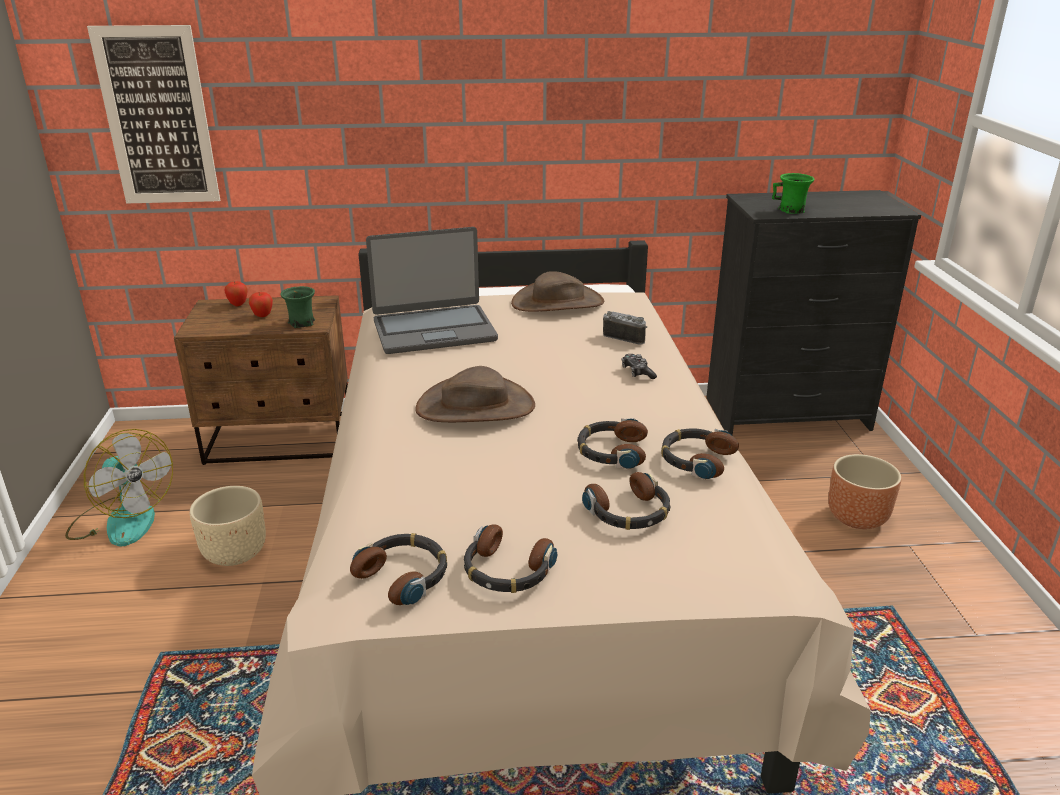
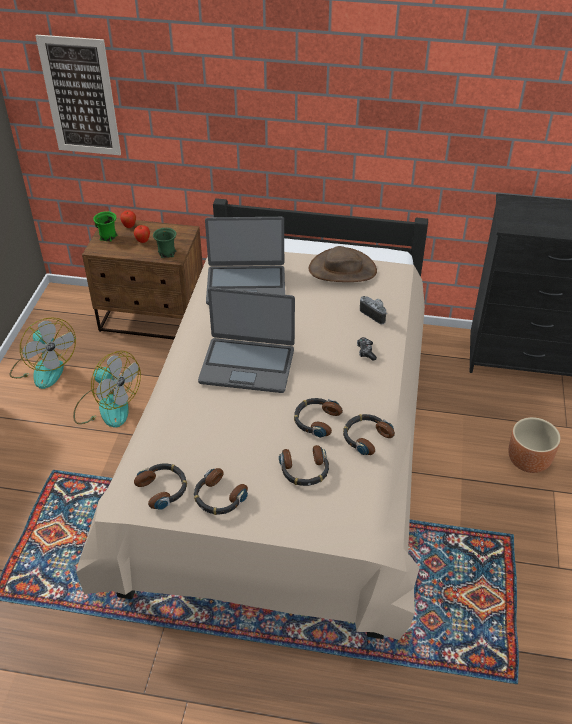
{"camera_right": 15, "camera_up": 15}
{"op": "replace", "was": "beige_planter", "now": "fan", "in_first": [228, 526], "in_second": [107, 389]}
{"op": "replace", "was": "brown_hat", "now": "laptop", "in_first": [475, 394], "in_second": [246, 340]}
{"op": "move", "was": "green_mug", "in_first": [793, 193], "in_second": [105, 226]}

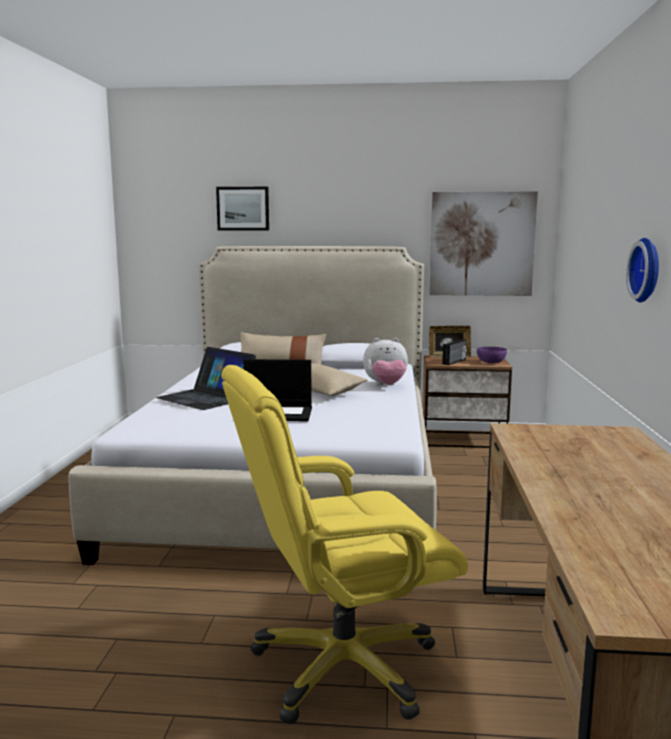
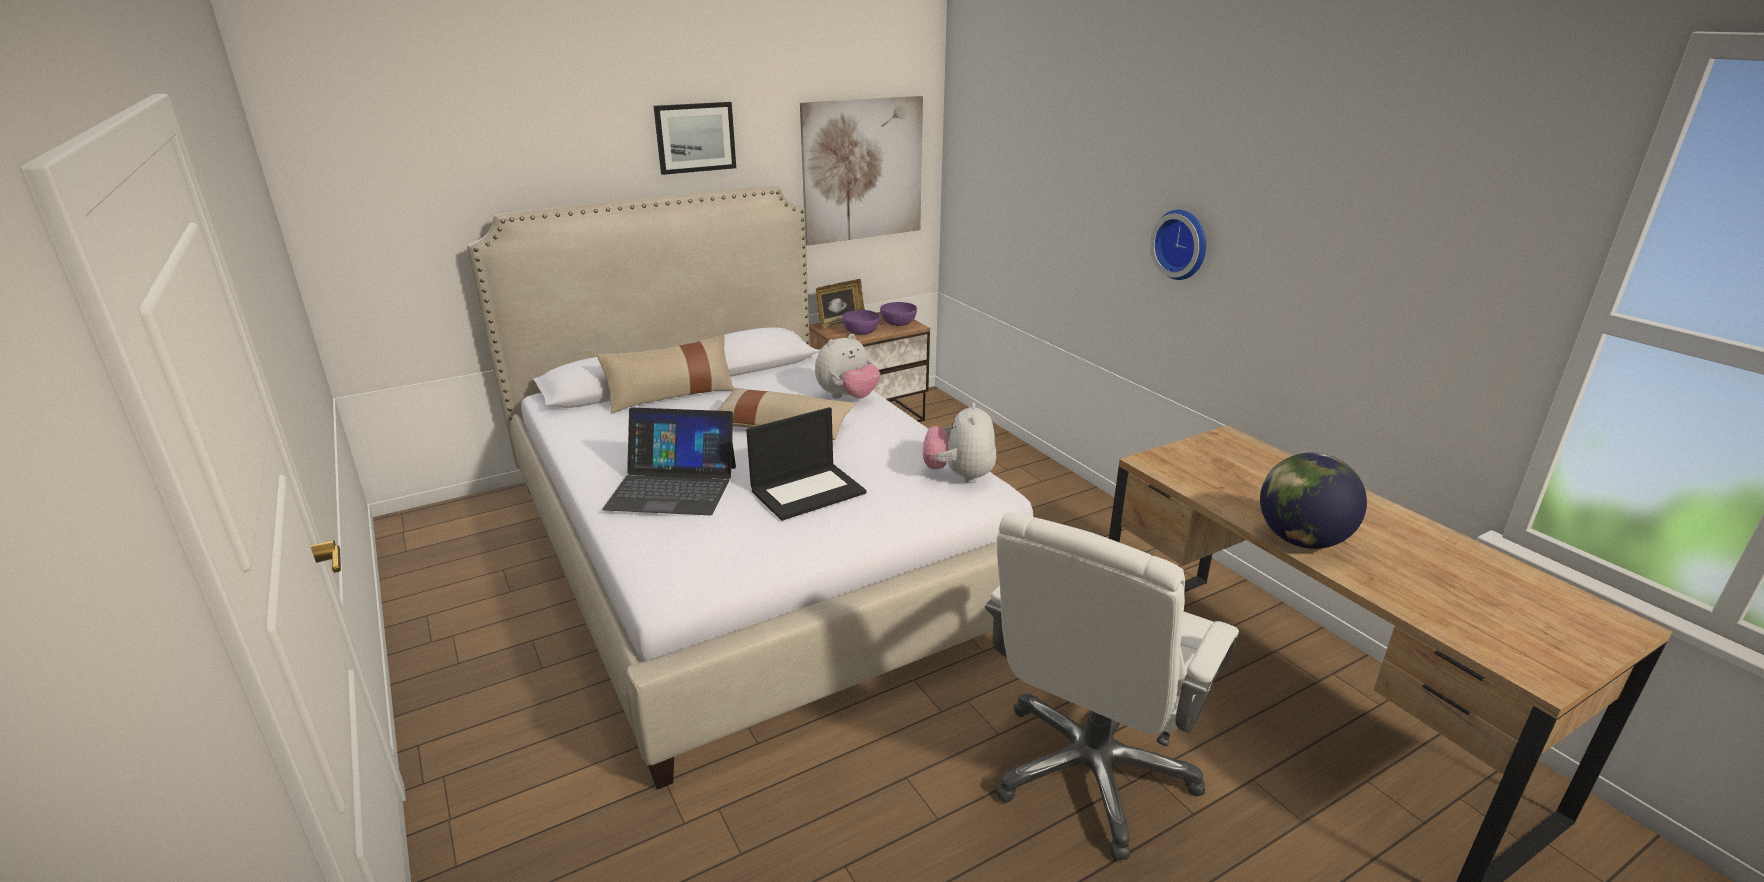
{"camera_right": -35, "camera_up": 15}
{"op": "move", "was": "picture", "in_first": [242, 209], "in_second": [695, 138]}
{"op": "recolor", "was": "yellow_office_chair", "now": "white_office_chair", "in_first": [344, 544], "in_second": [1112, 686]}
{"op": "replace", "was": "radio", "now": "purple_bowl", "in_first": [454, 352], "in_second": [861, 322]}
{"op": "insert", "now": "plush_toy", "in_second": [959, 442]}
{"op": "insert", "now": "globe", "in_second": [1313, 501]}

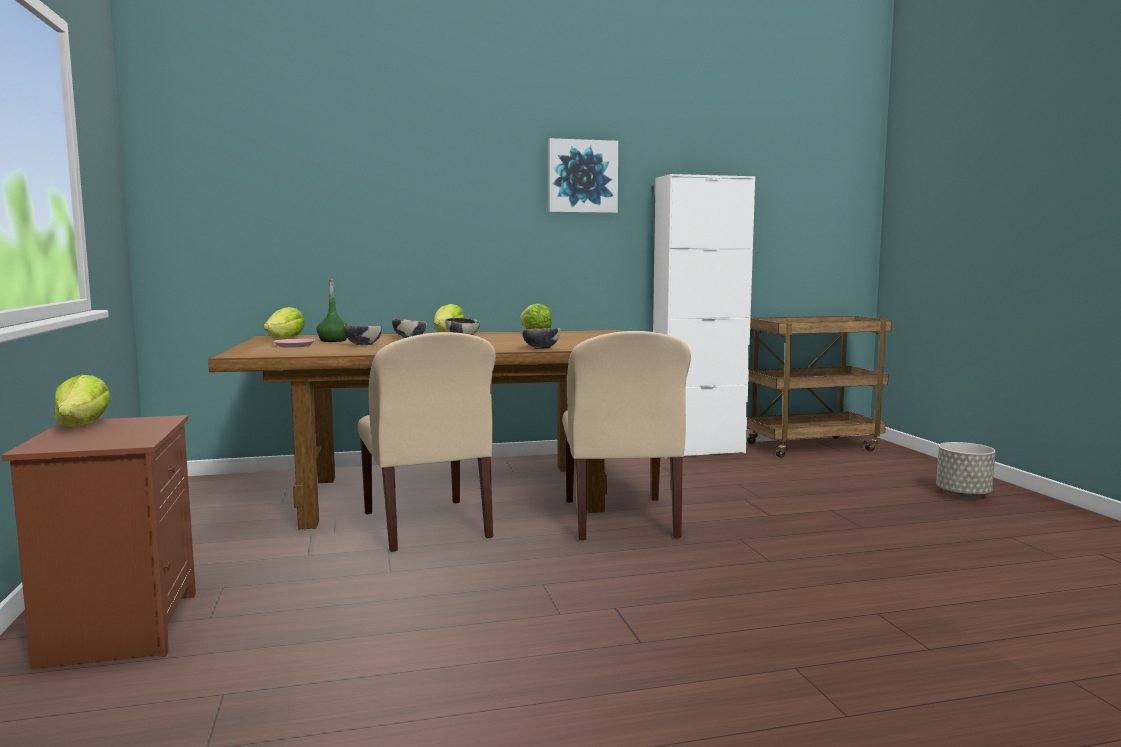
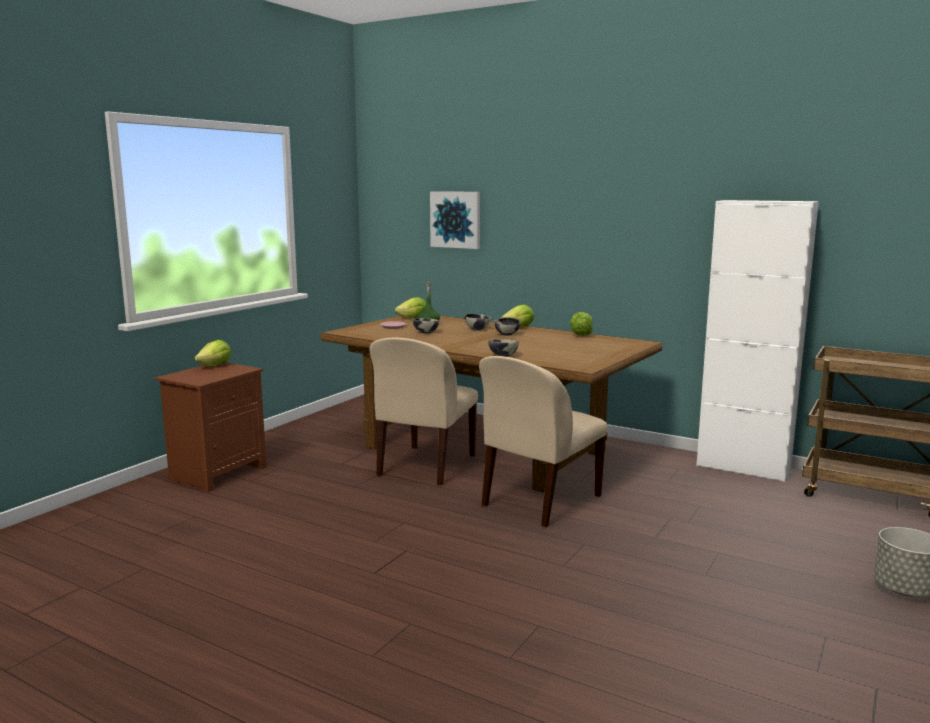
{"camera_right": 45, "camera_up": 5}
{"op": "move", "was": "picture", "in_first": [583, 175], "in_second": [455, 220]}

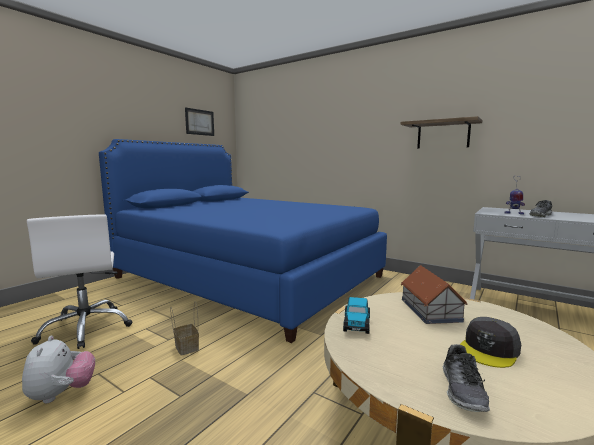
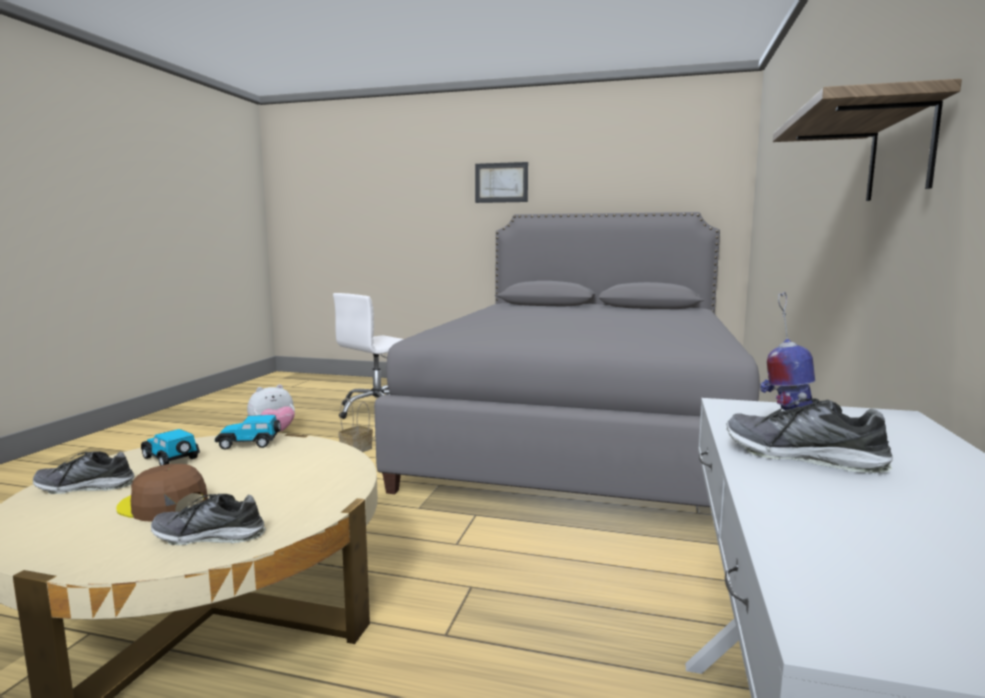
{"camera_right": 70, "camera_up": 0}
{"op": "recolor", "was": "blue_bed", "now": "grey_bed", "in_first": [243, 241], "in_second": [567, 359]}
{"op": "move", "was": "picture", "in_first": [199, 121], "in_second": [501, 182]}
{"op": "delete", "was": "toy_house", "in_first": [434, 294]}
{"op": "recolor", "was": "grey_cap", "now": "brown_cap", "in_first": [490, 342], "in_second": [162, 493]}
{"op": "insert", "now": "toy_car", "in_second": [170, 447]}
{"op": "insert", "now": "shoe", "in_second": [208, 519]}

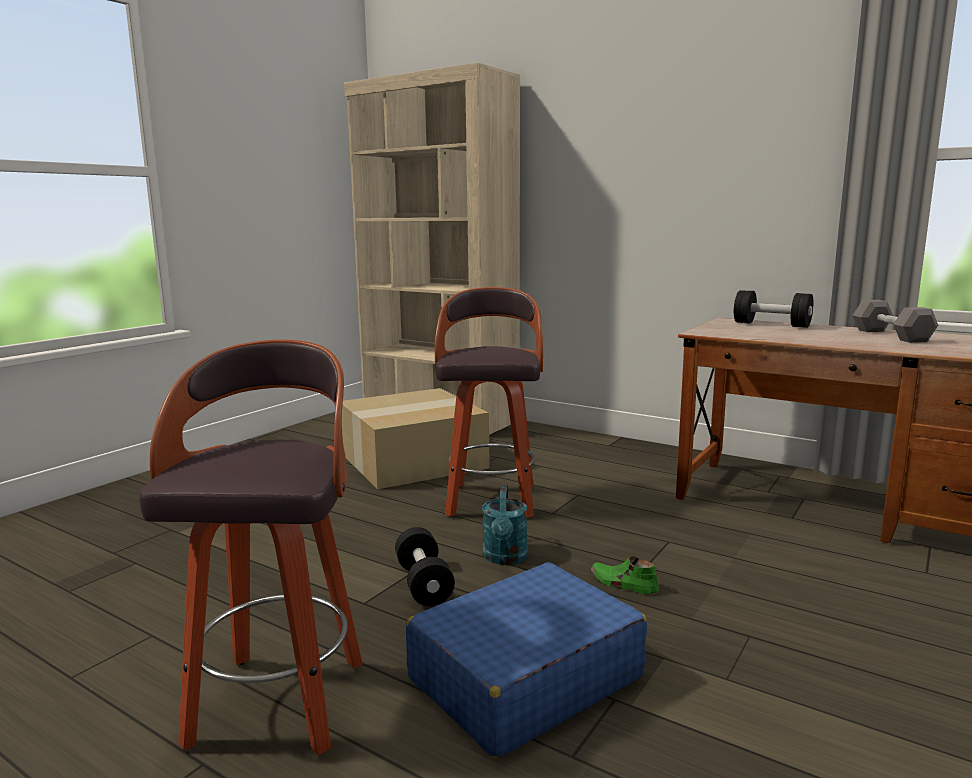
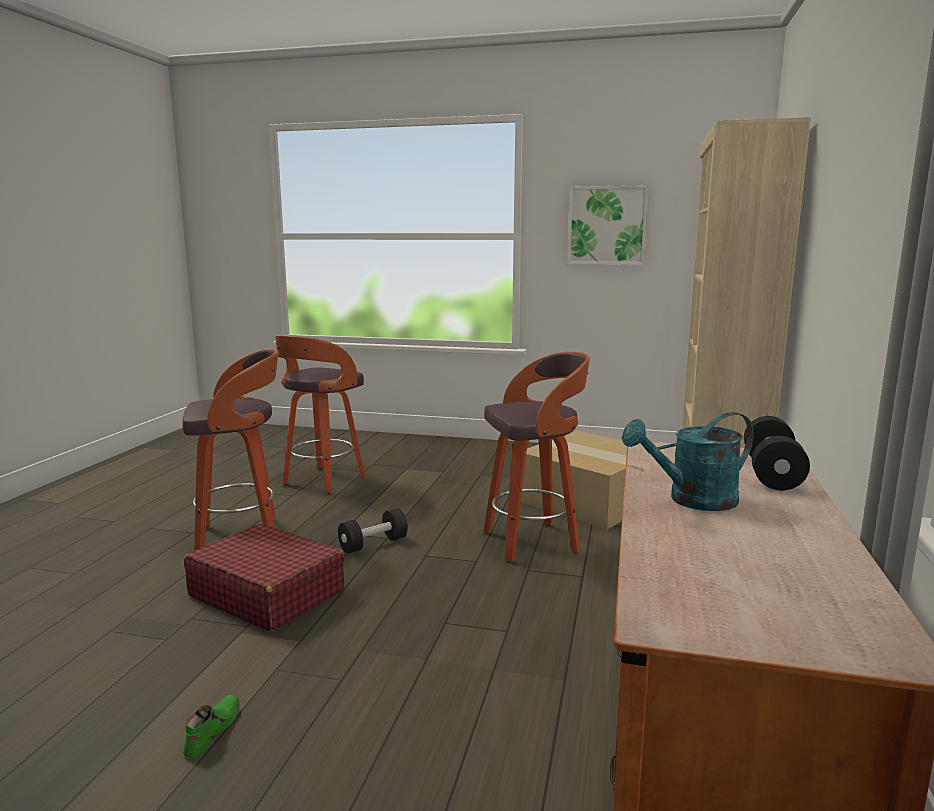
{"camera_right": 70, "camera_up": 0}
{"op": "recolor", "was": "blue_suitcase", "now": "red_suitcase", "in_first": [526, 660], "in_second": [264, 577]}
{"op": "move", "was": "turquoise_watering_can", "in_first": [505, 525], "in_second": [688, 461]}
{"op": "move", "was": "green_shoe", "in_first": [625, 575], "in_second": [211, 726]}
{"op": "delete", "was": "grey_dumbbell", "in_first": [895, 321]}
{"op": "insert", "now": "stool", "in_second": [320, 414]}
{"op": "insert", "now": "picture", "in_second": [608, 225]}

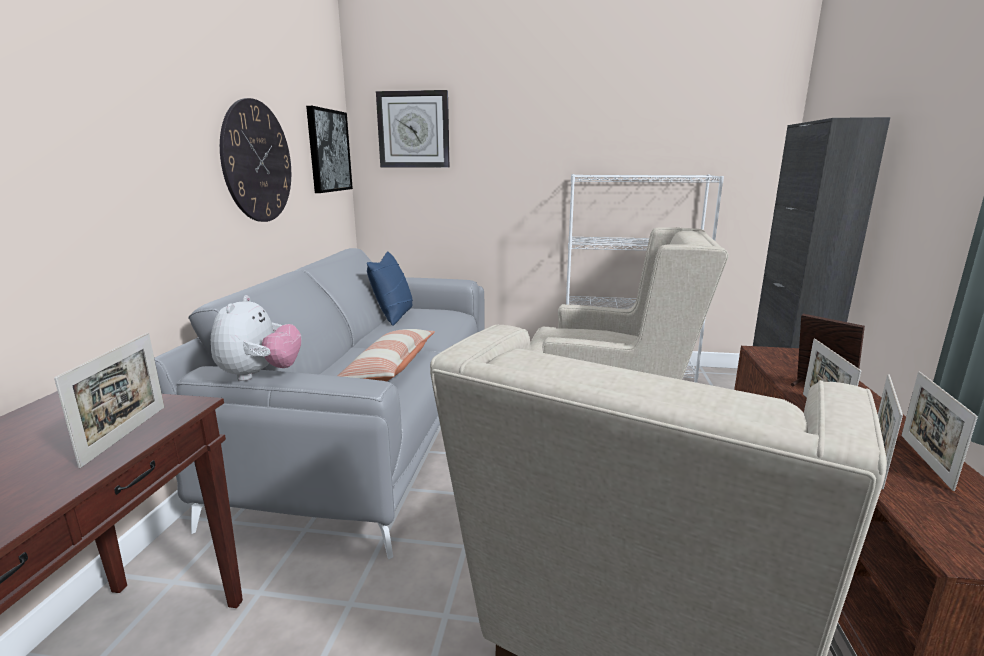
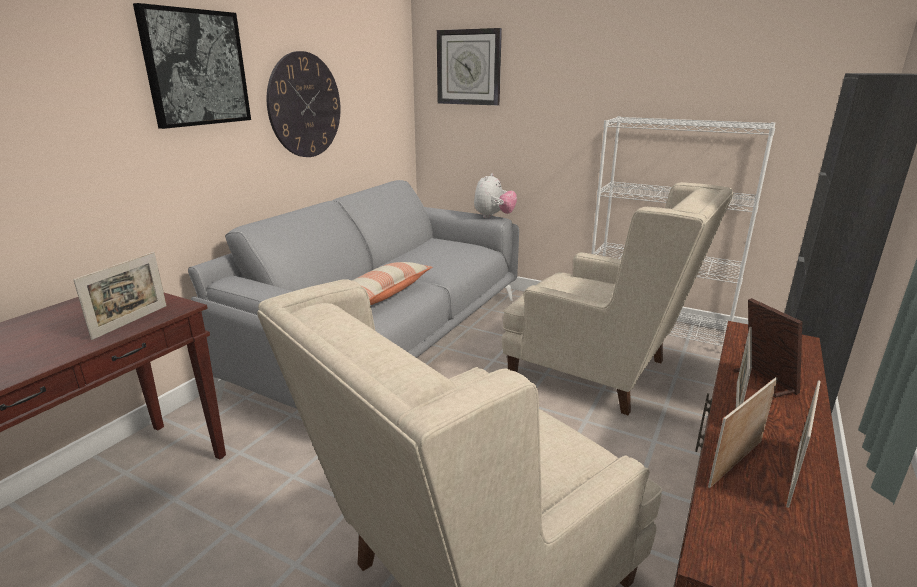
{"camera_right": 20, "camera_up": 5}
{"op": "move", "was": "plush_toy", "in_first": [256, 338], "in_second": [495, 195]}
{"op": "move", "was": "picture", "in_first": [329, 149], "in_second": [192, 66]}
{"op": "delete", "was": "blue_pillow", "in_first": [390, 288]}

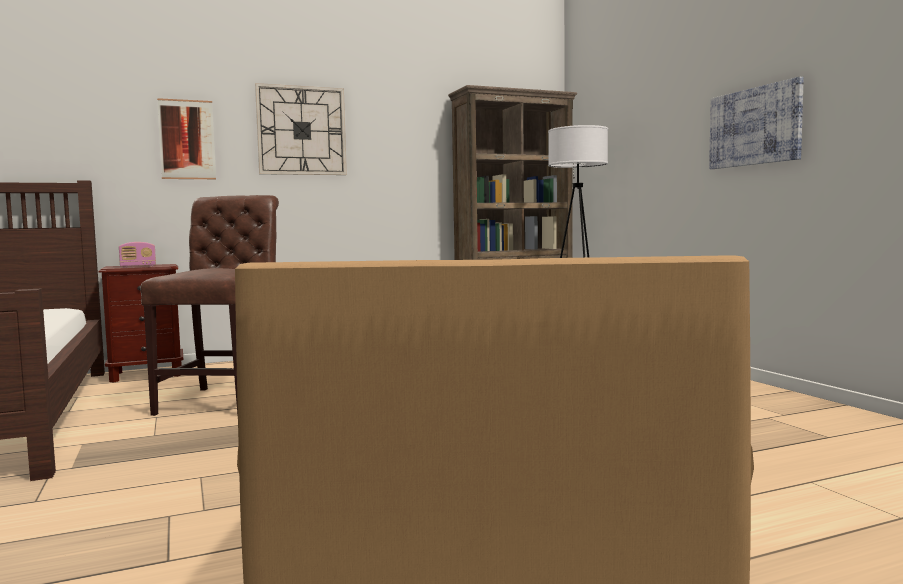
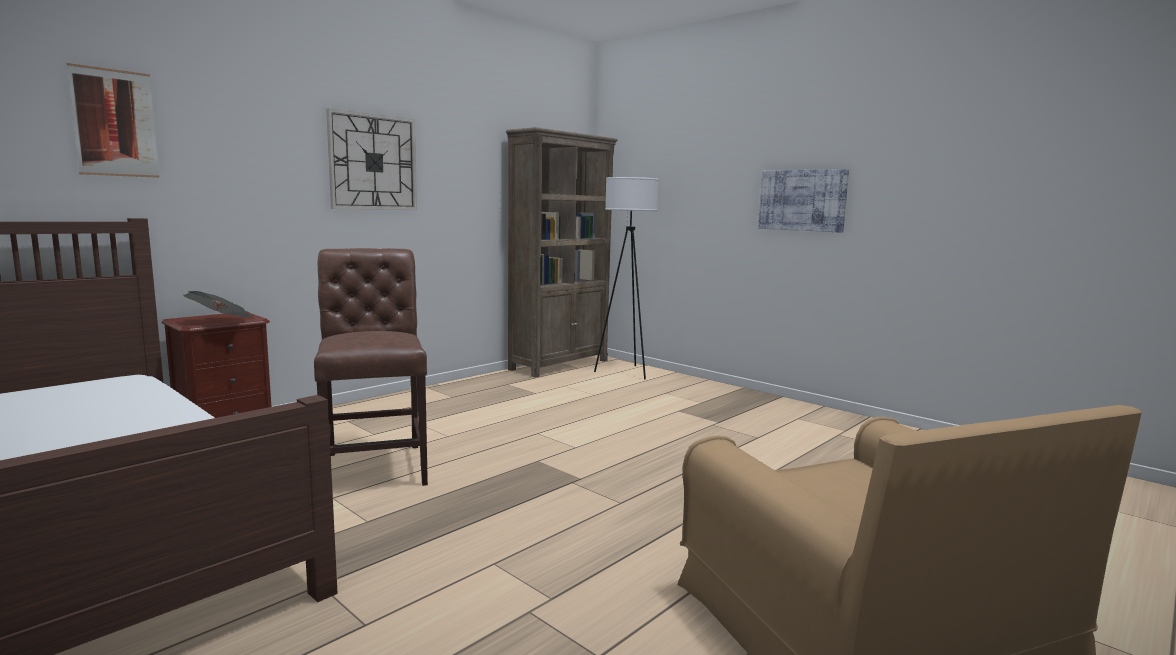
{"camera_right": -25, "camera_up": 5}
{"op": "replace", "was": "radio", "now": "newspaper", "in_first": [137, 255], "in_second": [218, 304]}
{"op": "move", "was": "picture", "in_first": [186, 138], "in_second": [113, 120]}

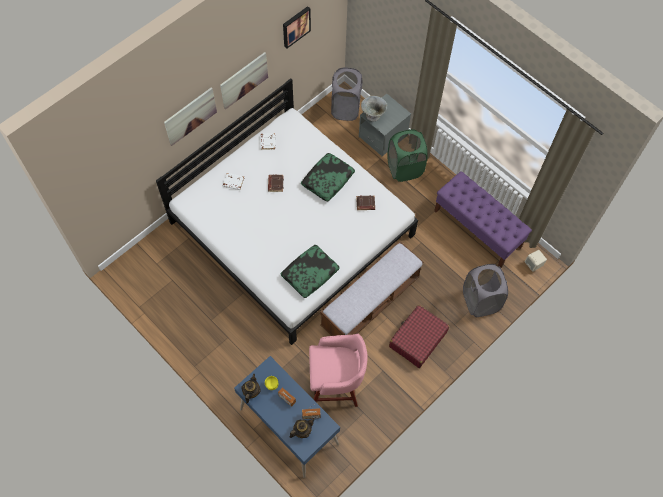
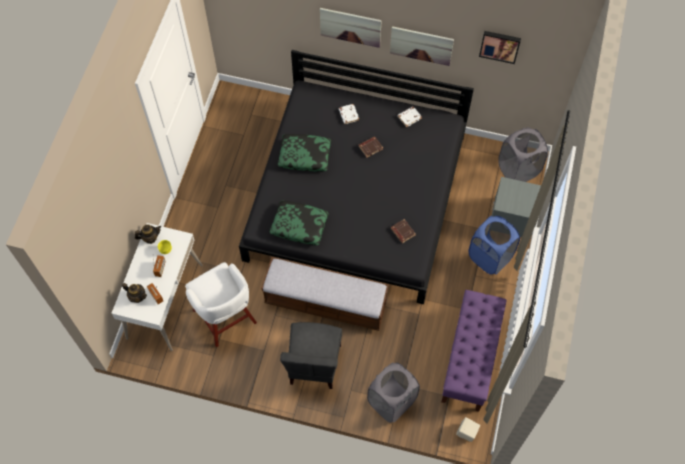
{"camera_right": 60, "camera_up": 0}
{"op": "recolor", "was": "white_bed", "now": "black_bed", "in_first": [287, 211], "in_second": [356, 177]}
{"op": "recolor", "was": "blue_desk", "now": "white_desk", "in_first": [287, 417], "in_second": [157, 287]}
{"op": "move", "was": "pillow", "in_first": [328, 177], "in_second": [304, 152]}
{"op": "recolor", "was": "pink_stool", "now": "white_stool", "in_first": [338, 370], "in_second": [221, 304]}
{"op": "delete", "was": "grey_bowl", "in_first": [374, 108]}
{"op": "recolor", "was": "green_laundry_basket", "now": "blue_laundry_basket", "in_first": [407, 155], "in_second": [494, 245]}
{"op": "replace", "was": "red_suitcase", "now": "grey_chair", "in_first": [419, 336], "in_second": [311, 355]}

